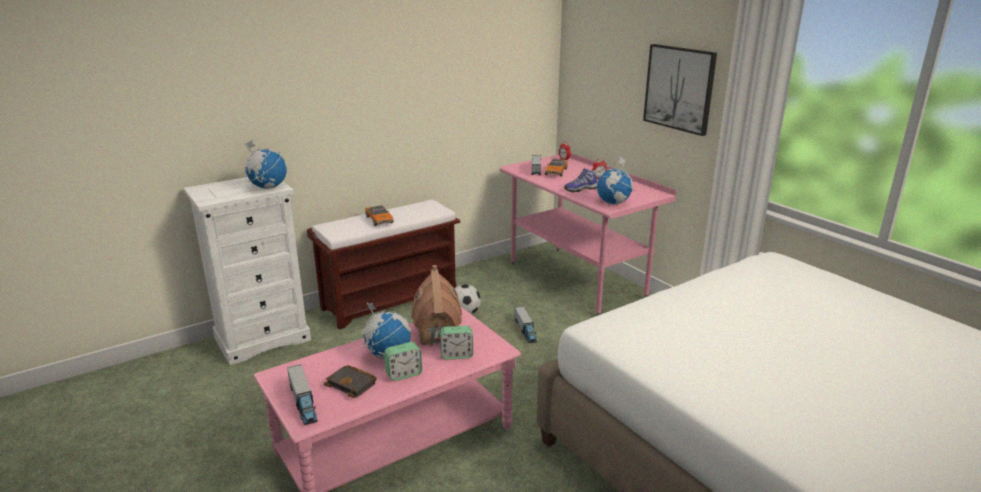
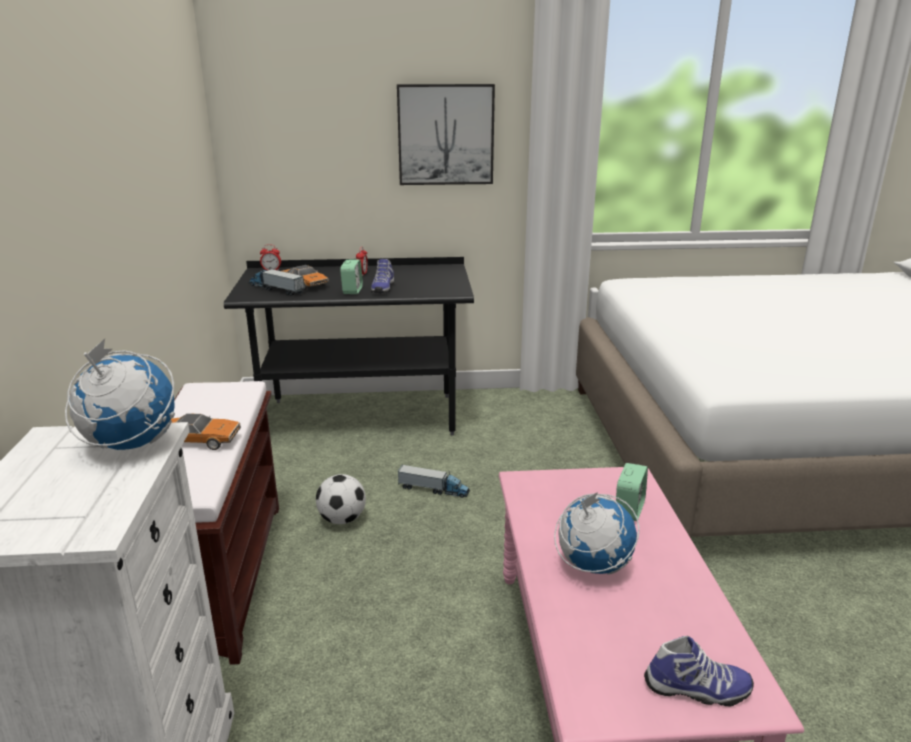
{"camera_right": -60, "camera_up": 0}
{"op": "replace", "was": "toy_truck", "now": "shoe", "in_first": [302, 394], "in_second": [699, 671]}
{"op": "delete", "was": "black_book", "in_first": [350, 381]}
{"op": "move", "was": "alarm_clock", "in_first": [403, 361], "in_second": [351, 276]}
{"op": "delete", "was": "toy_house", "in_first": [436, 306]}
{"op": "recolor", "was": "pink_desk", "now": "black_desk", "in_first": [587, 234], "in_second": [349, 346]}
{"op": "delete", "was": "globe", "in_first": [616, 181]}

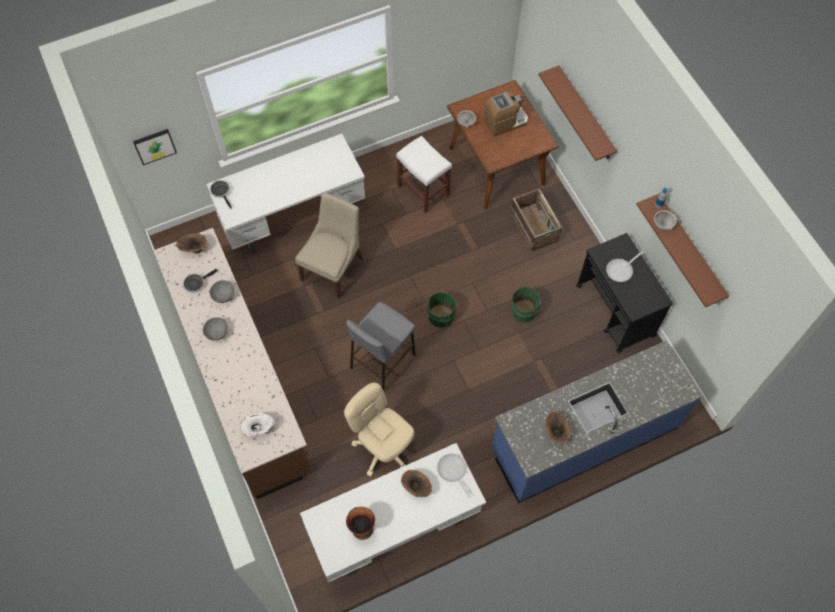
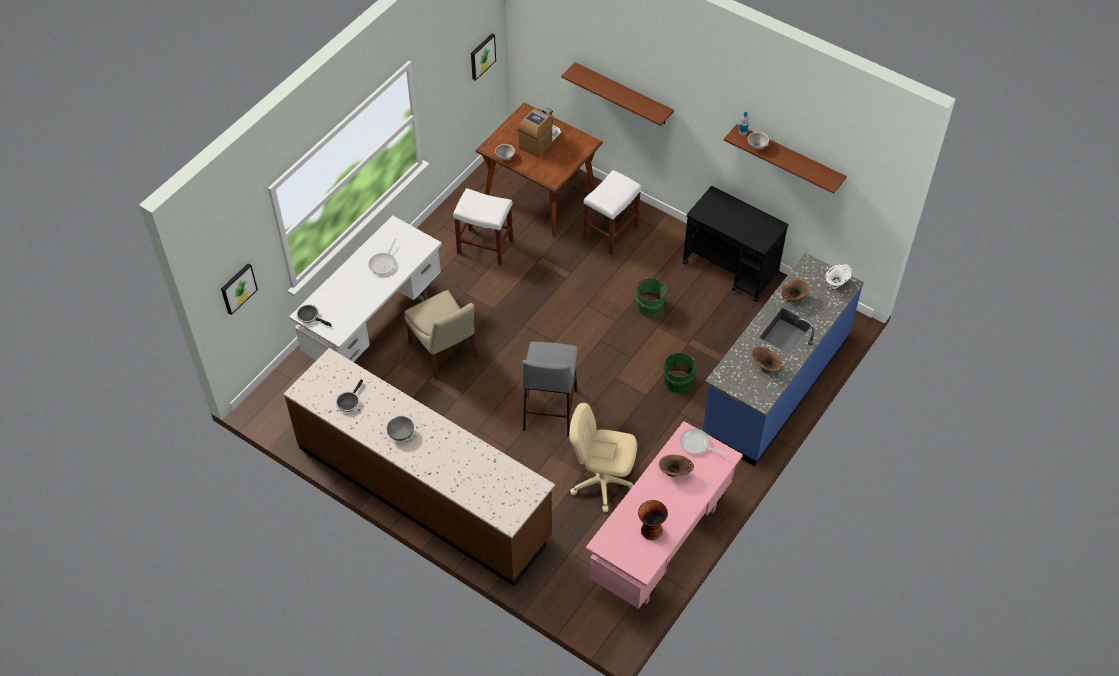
{"camera_right": -30, "camera_up": -10}
{"op": "move", "was": "brown_vase", "in_first": [191, 243], "in_second": [795, 290]}
{"op": "delete", "was": "grey_bowl", "in_first": [222, 291]}
{"op": "move", "was": "white_vase", "in_first": [257, 424], "in_second": [838, 276]}
{"op": "rotate", "was": "beige_chair", "in_first": [329, 246], "in_second": [441, 335], "clockwise": 150}
{"op": "recolor", "was": "white_desk", "now": "pink_desk", "in_first": [393, 513], "in_second": [664, 515]}
{"op": "move", "was": "green_bucket", "in_first": [442, 310], "in_second": [678, 373]}
{"op": "replace", "was": "crate", "now": "white_stool", "in_first": [536, 219], "in_second": [612, 212]}
{"op": "move", "was": "frying_pan", "in_first": [624, 266], "in_second": [382, 256]}
{"op": "insert", "now": "picture", "in_second": [483, 57]}

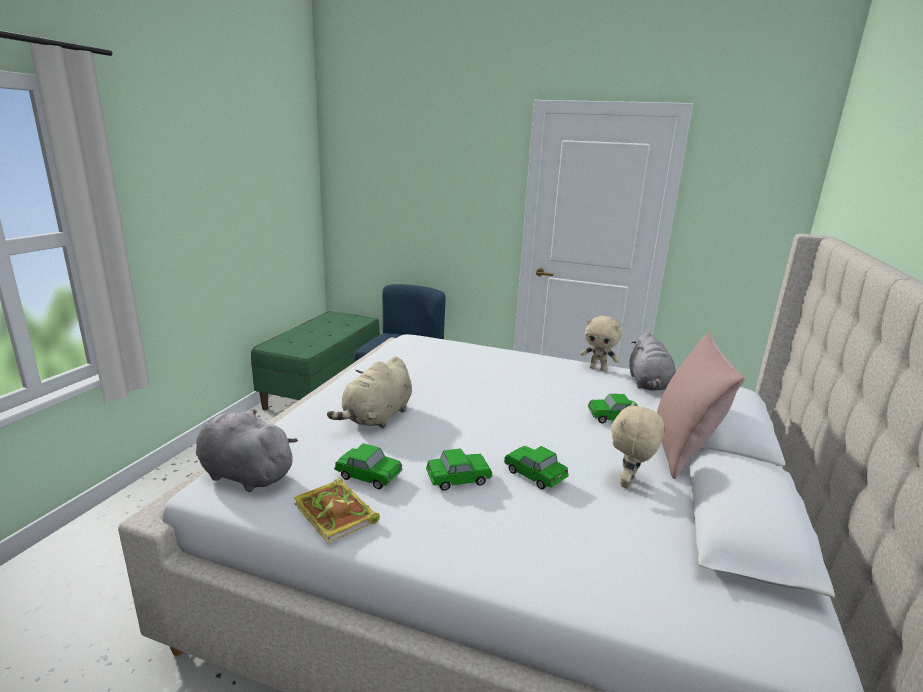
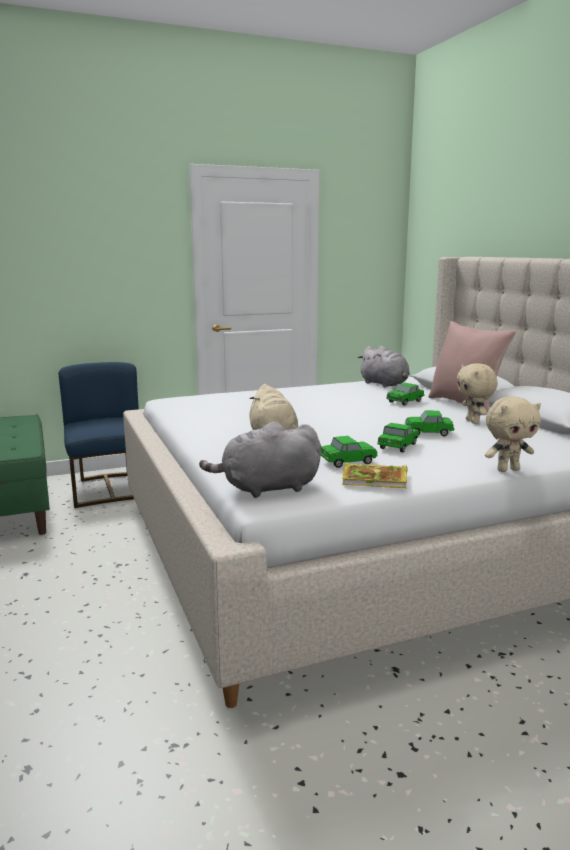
{"camera_right": -40, "camera_up": -5}
{"op": "move", "was": "beige_plush_toy", "in_first": [600, 343], "in_second": [513, 434]}

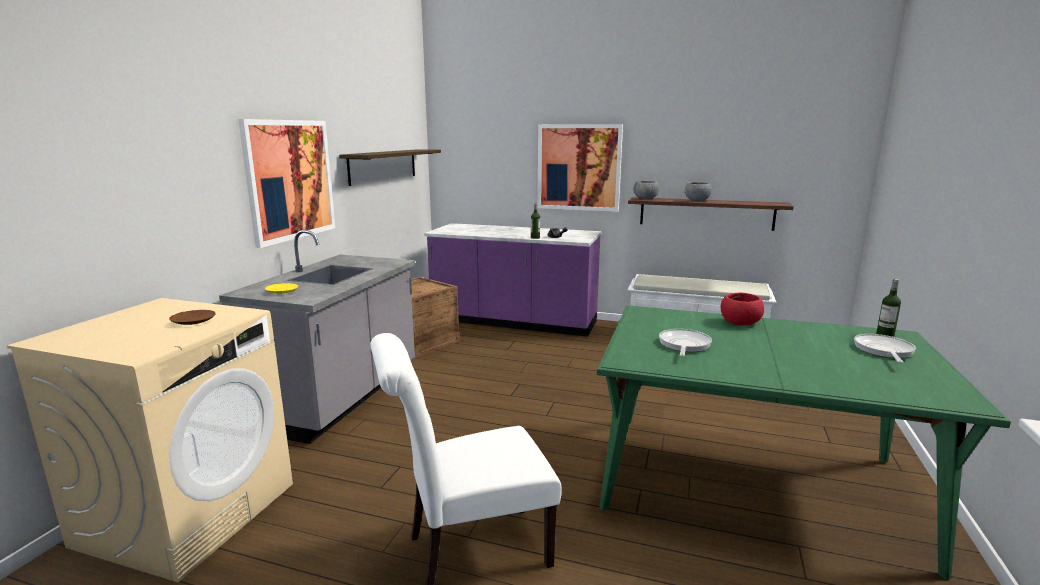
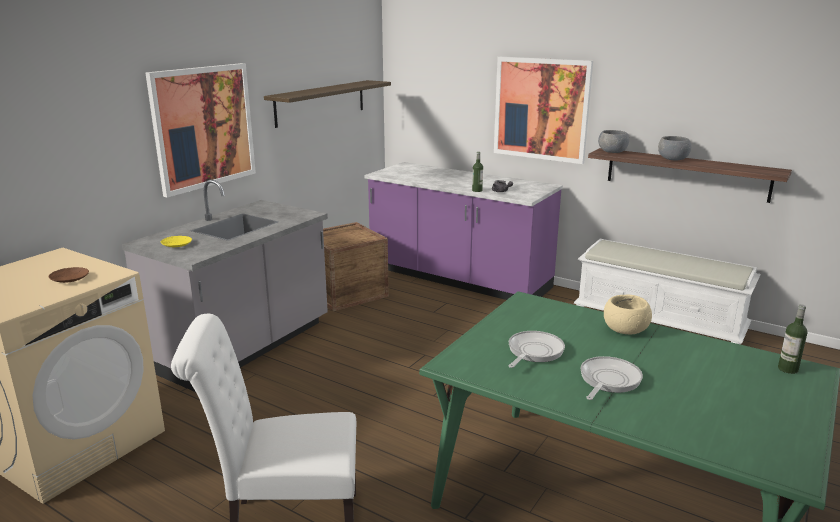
{"camera_right": 15, "camera_up": 5}
{"op": "recolor", "was": "red_bowl", "now": "beige_bowl", "in_first": [742, 308], "in_second": [628, 314]}
{"op": "move", "was": "frying_pan", "in_first": [885, 348], "in_second": [611, 378]}

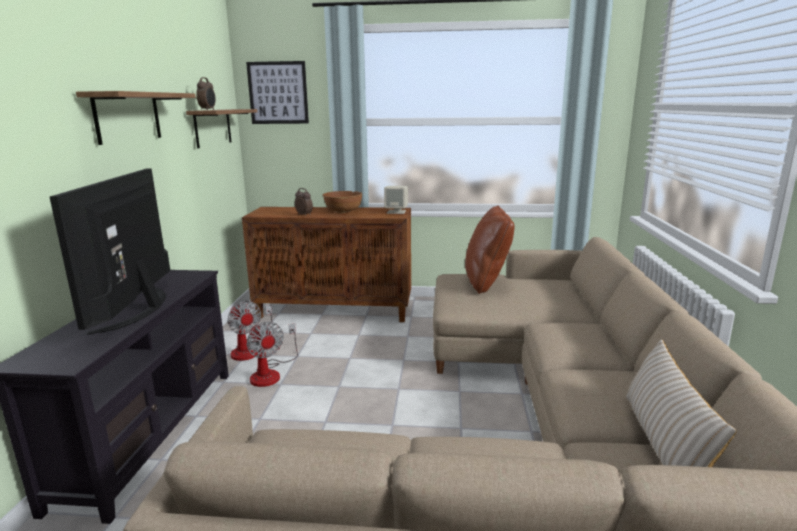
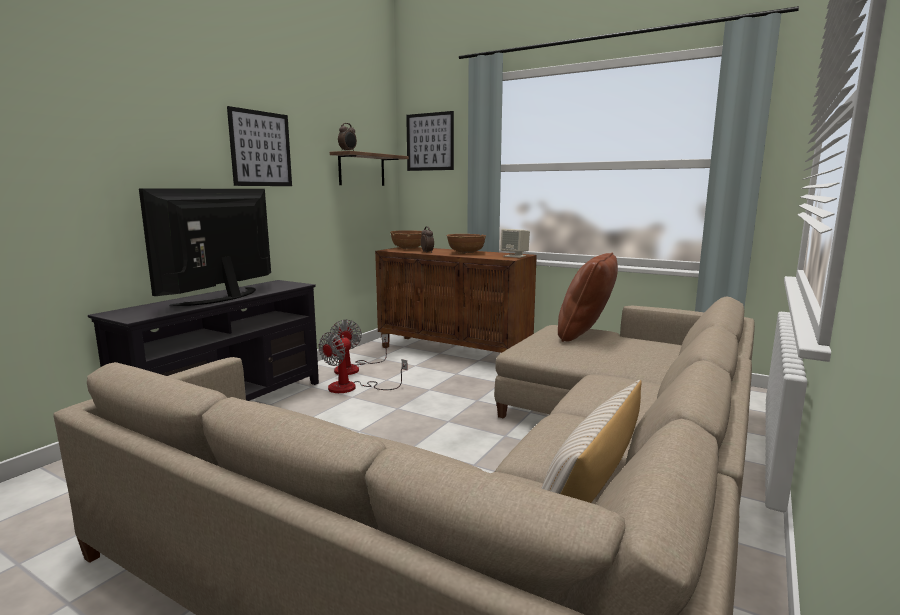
{"camera_right": 25, "camera_up": -5}
{"op": "replace", "was": "shelf", "now": "picture", "in_first": [136, 118], "in_second": [259, 146]}
{"op": "rotate", "was": "fan", "in_first": [272, 354], "in_second": [363, 362], "clockwise": 45}
{"op": "insert", "now": "brown_bowl", "in_second": [406, 240]}

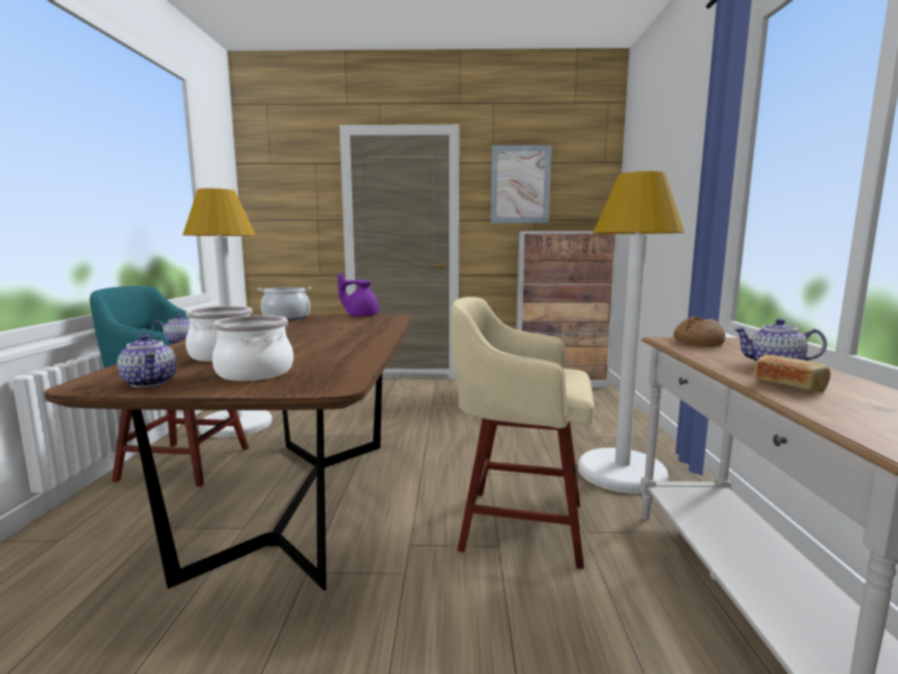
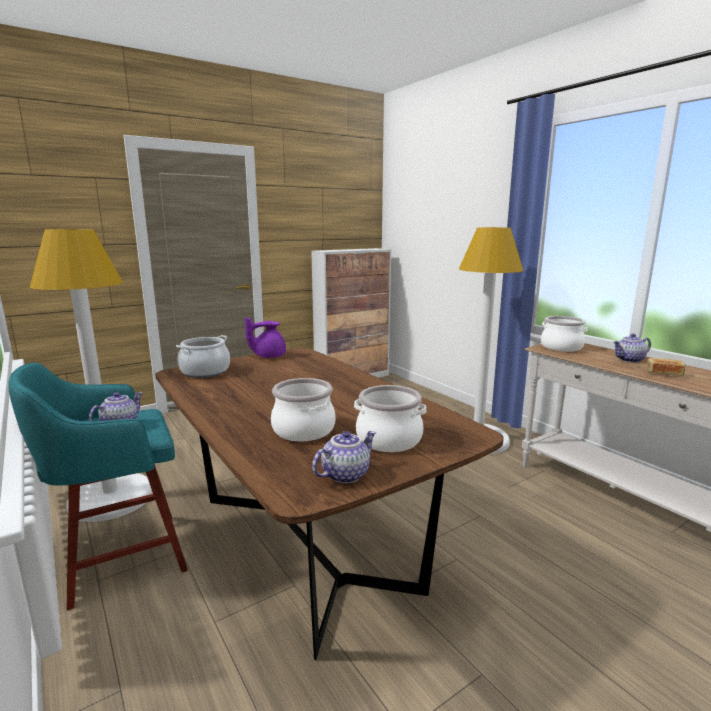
{"camera_right": -35, "camera_up": 5}
{"op": "rotate", "was": "teapot", "in_first": [147, 361], "in_second": [344, 457], "clockwise": -60}
{"op": "delete", "was": "beige_stool", "in_first": [522, 433]}
{"op": "delete", "was": "picture", "in_first": [521, 184]}
{"op": "replace", "was": "bread", "now": "cooking_pot", "in_first": [699, 331], "in_second": [564, 334]}

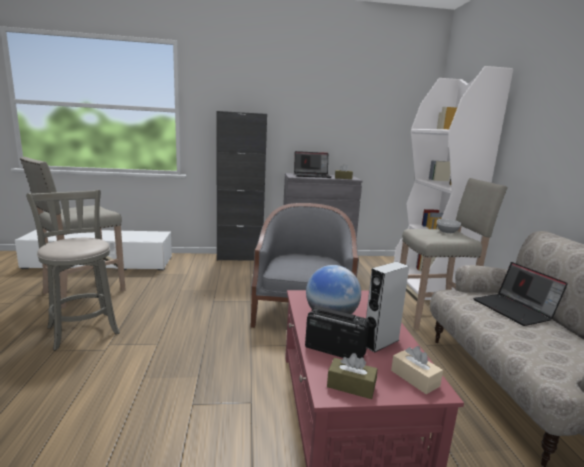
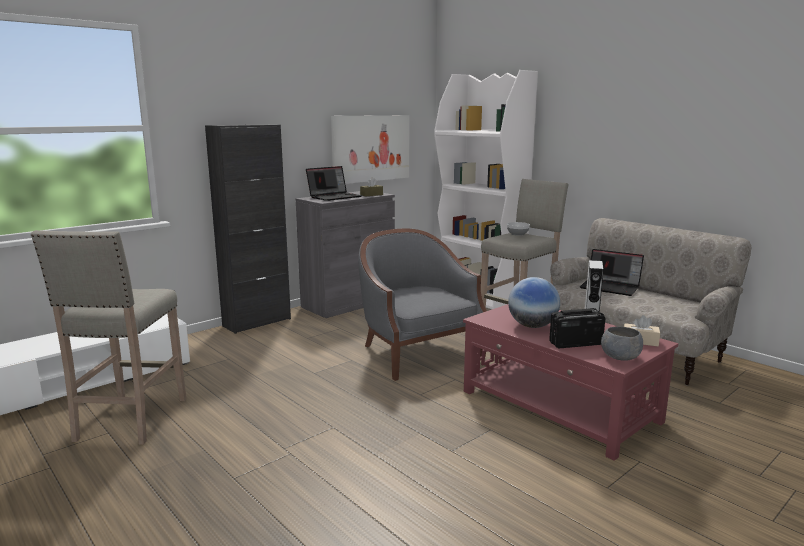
{"camera_right": -35, "camera_up": 0}
{"op": "delete", "was": "grey_stool", "in_first": [73, 270]}
{"op": "replace", "was": "brown_tissue_box", "now": "grey_bowl", "in_first": [352, 376], "in_second": [622, 344]}
{"op": "insert", "now": "picture", "in_second": [370, 149]}

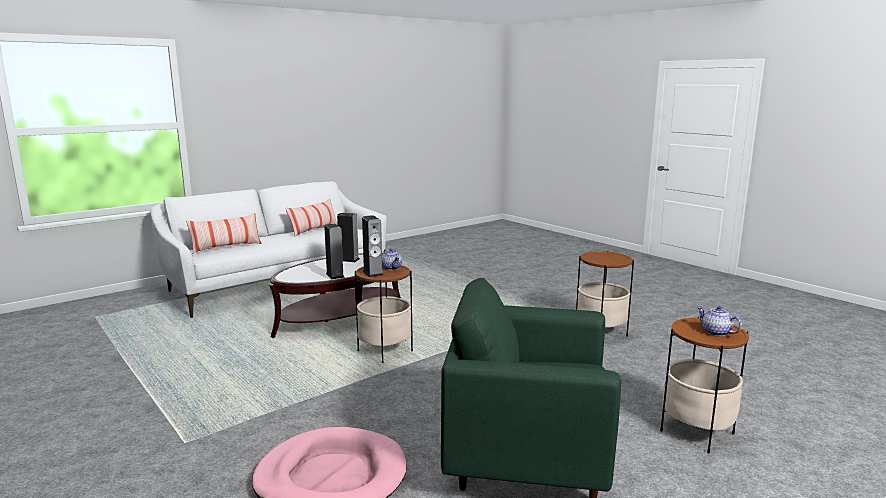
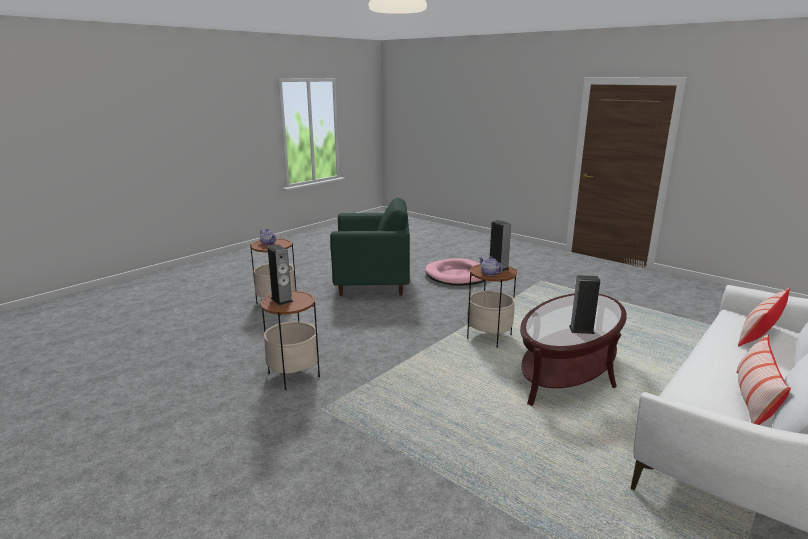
{"camera_right": 170, "camera_up": 5}
{"op": "move", "was": "speaker", "in_first": [334, 251], "in_second": [280, 274]}

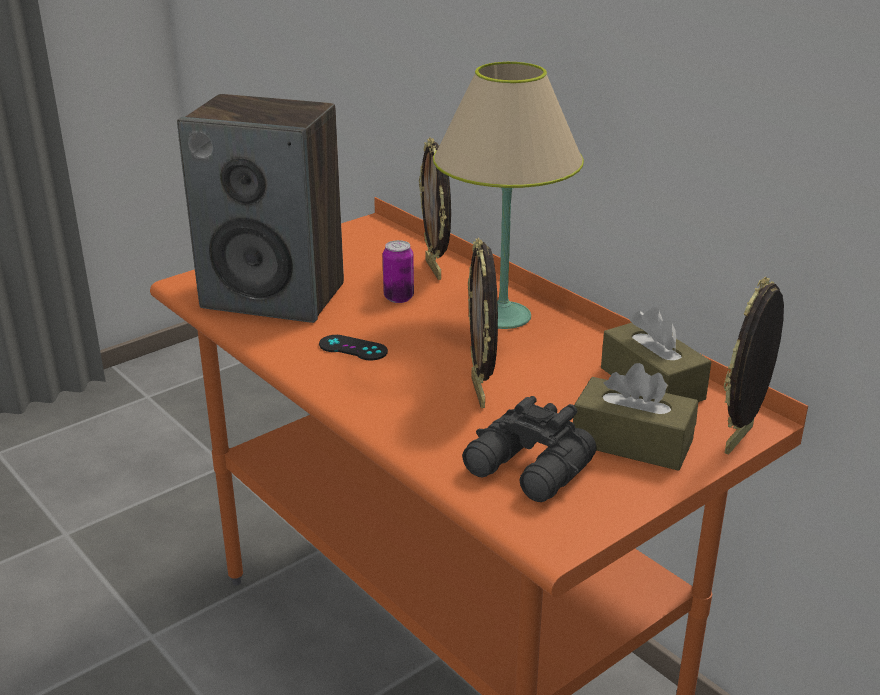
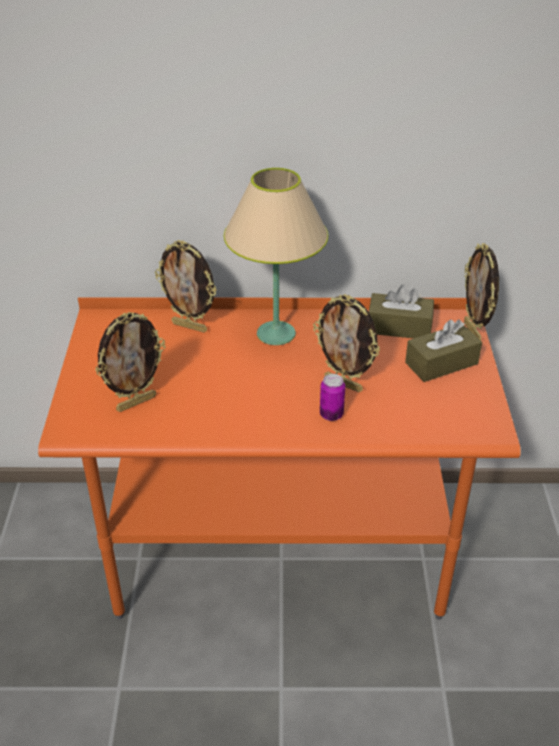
{"camera_right": -50, "camera_up": 10}
{"op": "replace", "was": "speaker", "now": "picture_frame", "in_first": [260, 208], "in_second": [130, 362]}
{"op": "delete", "was": "black_game_controller", "in_first": [353, 347]}
{"op": "move", "was": "can", "in_first": [398, 271], "in_second": [332, 397]}
{"op": "delete", "was": "black_binoculars", "in_first": [529, 449]}

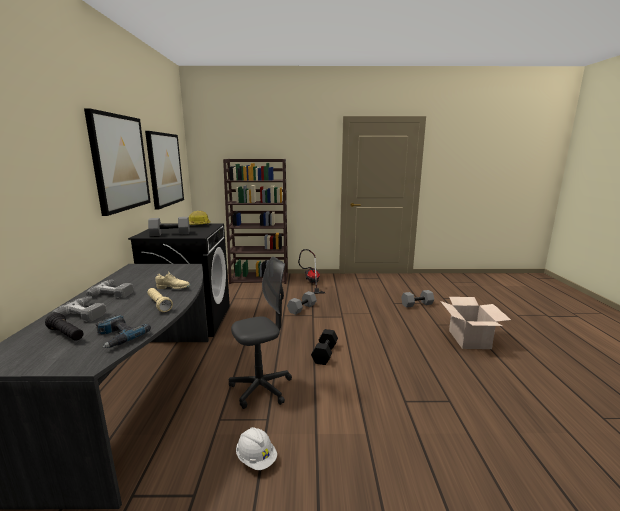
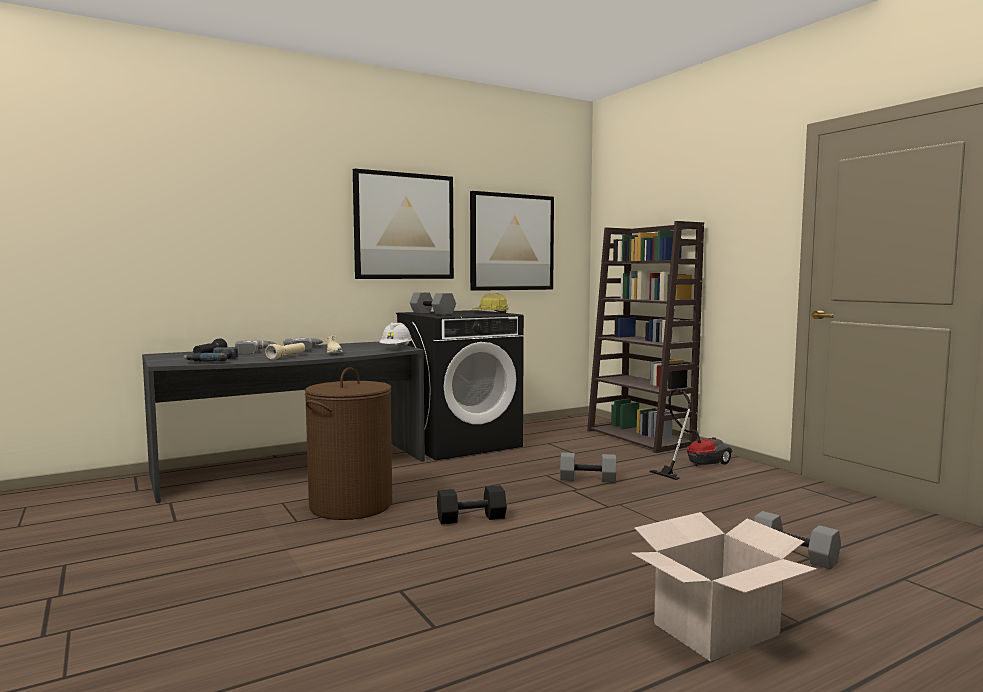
{"camera_right": 60, "camera_up": -10}
{"op": "replace", "was": "grey_office_chair", "now": "brown_laundry_basket", "in_first": [260, 333], "in_second": [348, 443]}
{"op": "move", "was": "white_hard_hat", "in_first": [256, 448], "in_second": [395, 335]}

